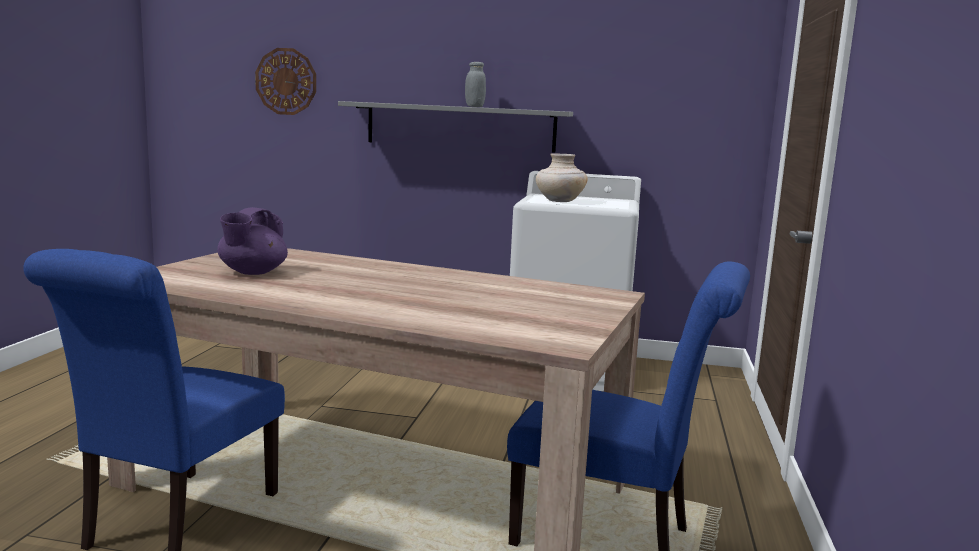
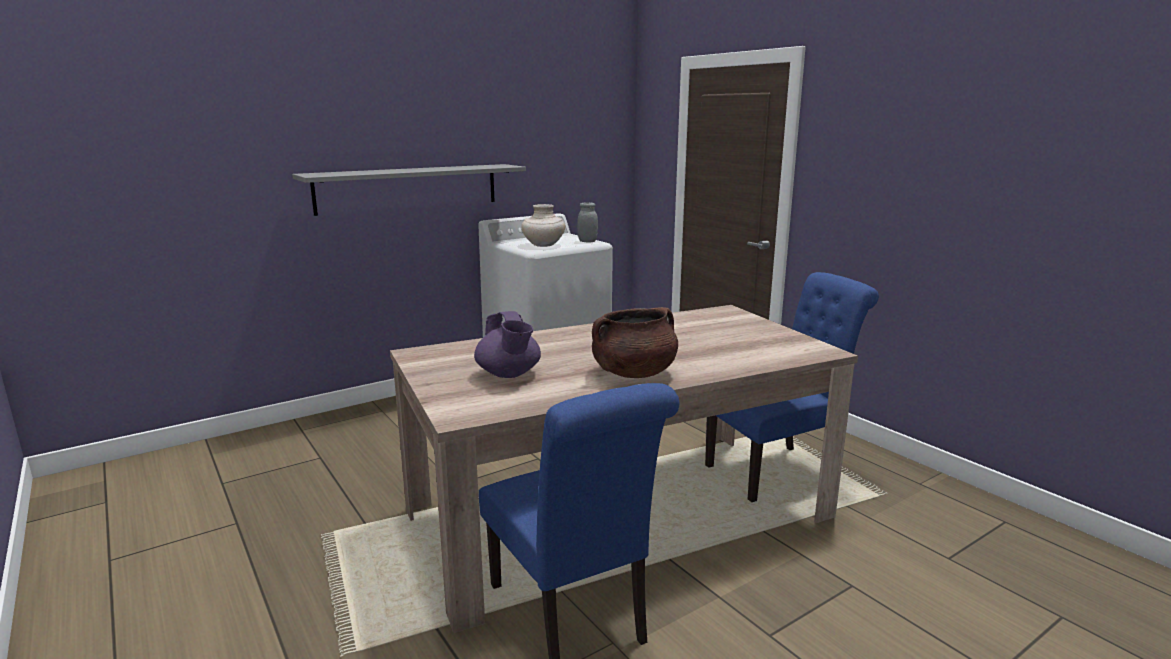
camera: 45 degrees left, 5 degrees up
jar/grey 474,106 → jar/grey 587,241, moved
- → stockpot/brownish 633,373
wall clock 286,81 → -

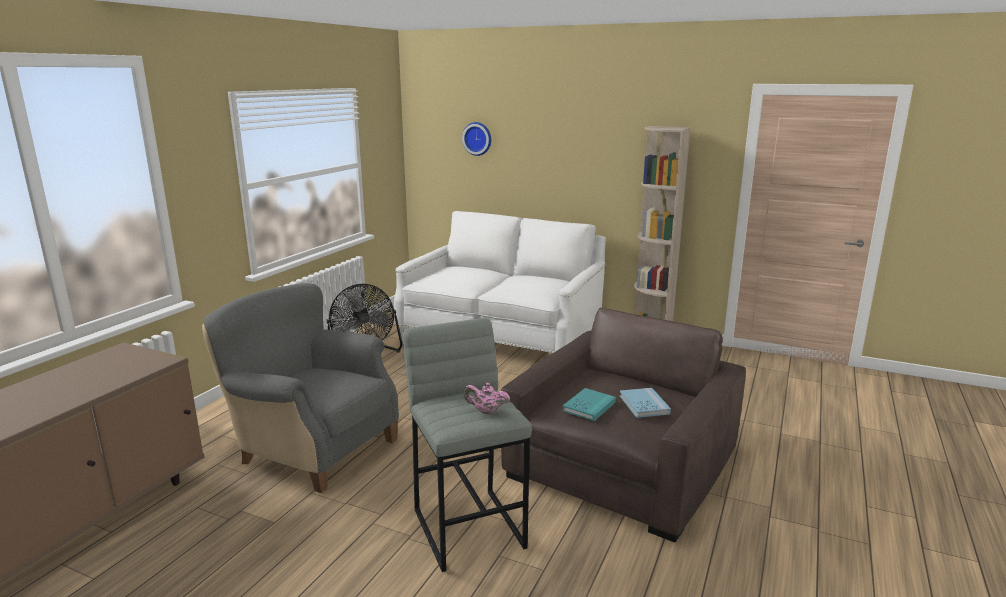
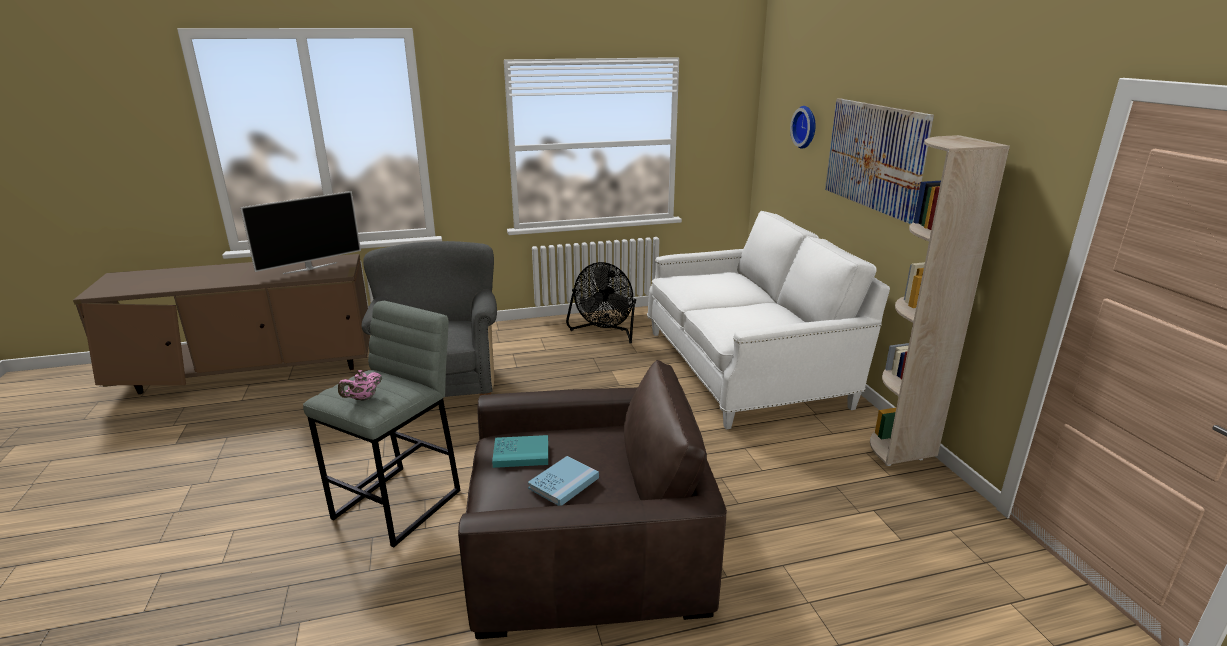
camera: 50 degrees right, 5 degrees up
- → television 310,268
tea pot/pink 486,412 → tea pot/pink 363,398, 105 degrees counterclockwise
- → wall picture 874,156

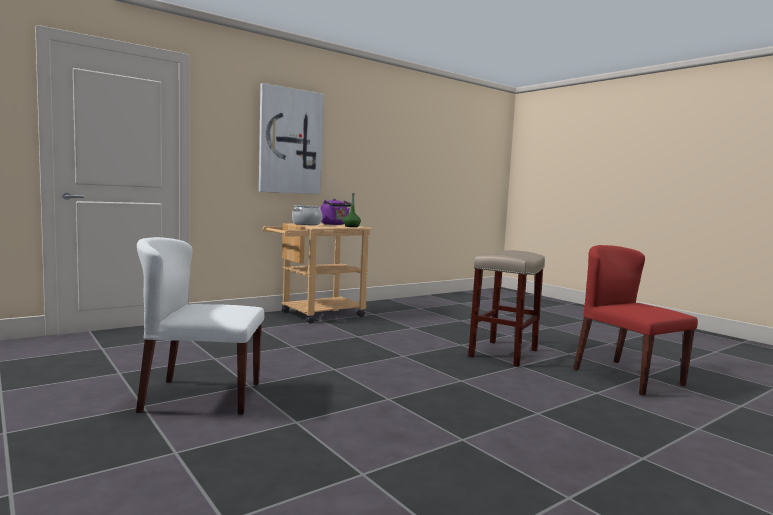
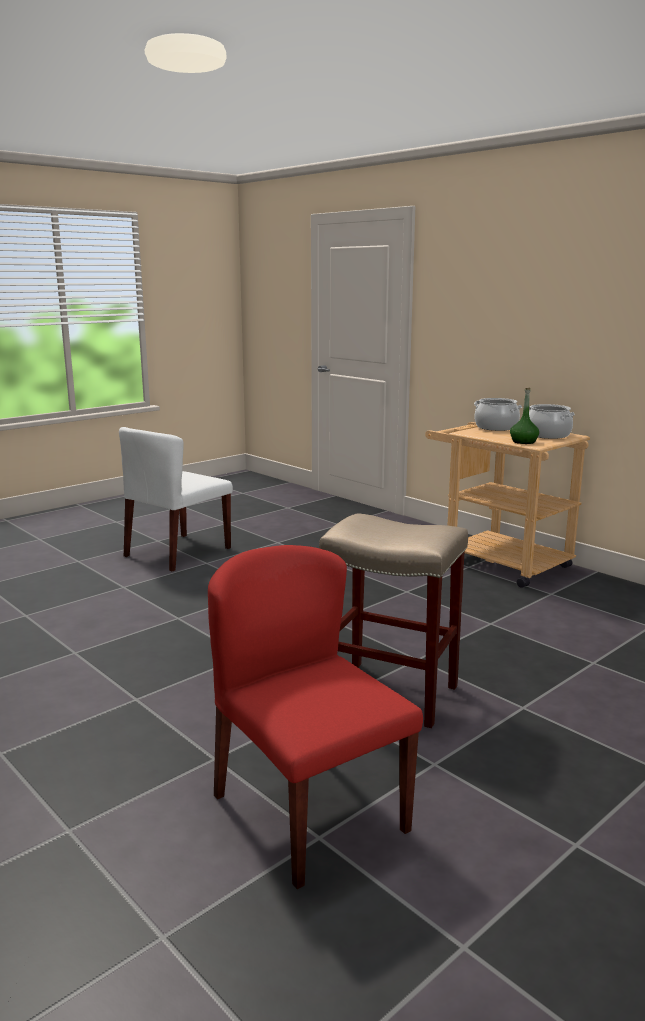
camera: 85 degrees right, 10 degrees up
chair/whitish 201,397 → chair/whitish 177,552, 135 degrees counterclockwise
chair/red 627,376 → chair/red 308,811, 90 degrees counterclockwise
kettle/purple-coloured 335,224 → stockpot 547,435
wall picture 290,141 → -

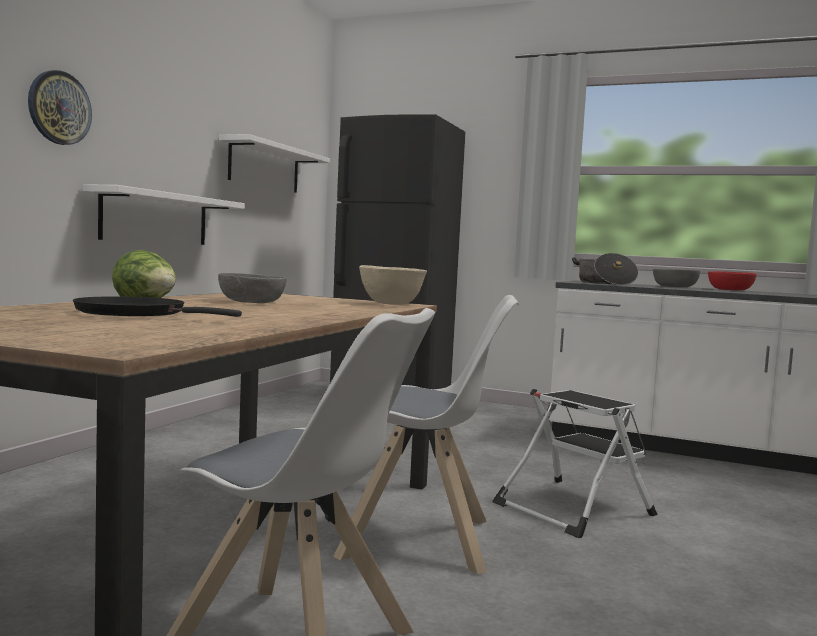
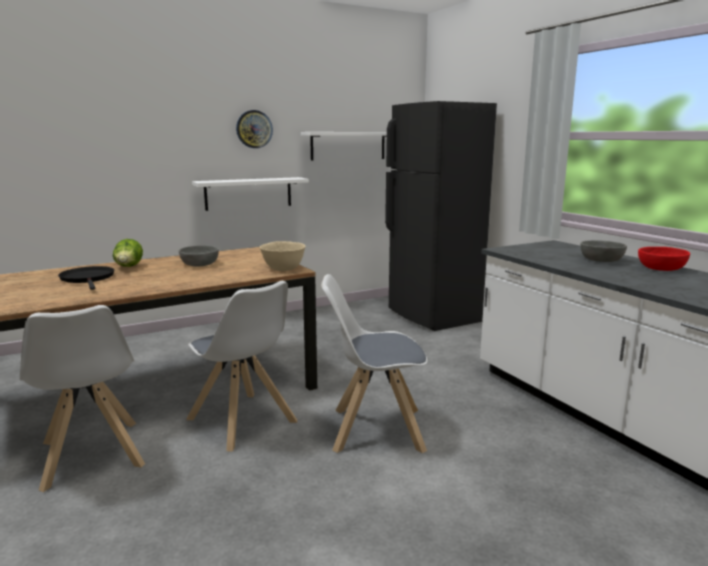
camera: 40 degrees right, 10 degrees up
wall clock 59,108 → wall clock 254,129, moved
step stool 573,506 → chair 374,429
stockpot 604,283 → -

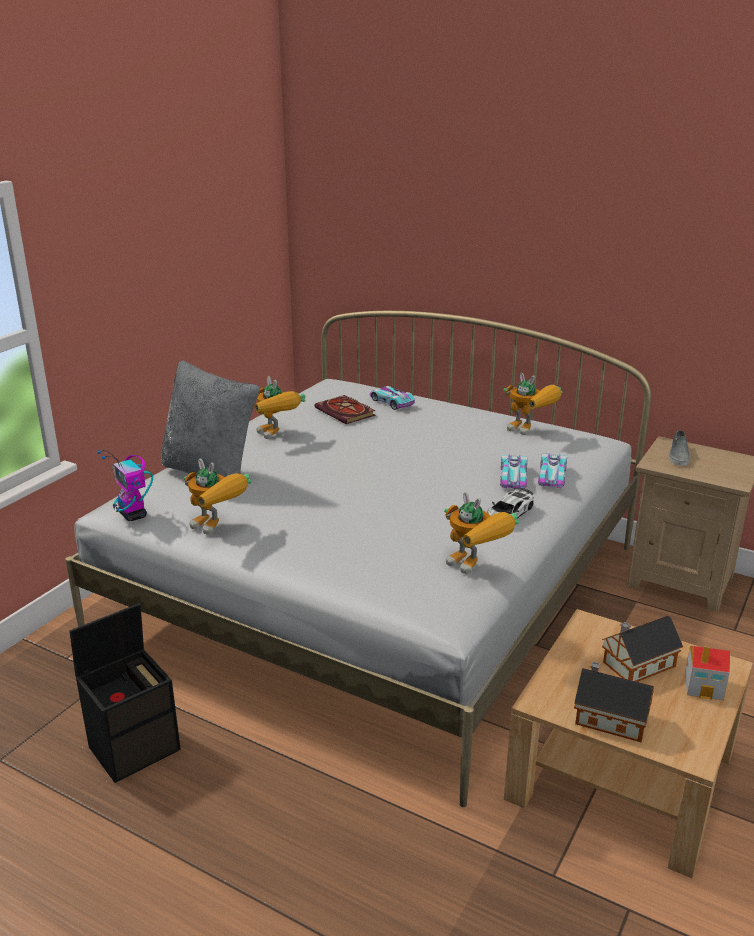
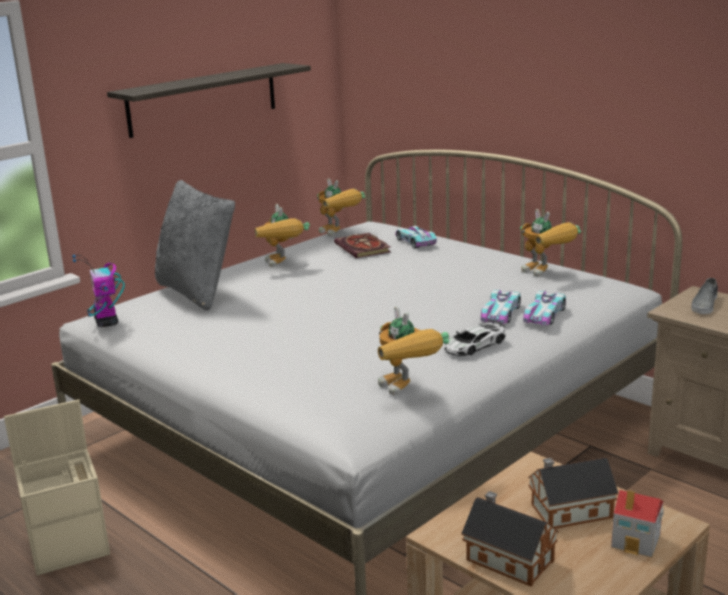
camera: 15 degrees right, 5 degrees down
storage bin/black 135,747 → storage bin/beige-coloured 70,546
- → bracket shelf 203,99
toy robot 218,528 → toy robot 339,233, moved

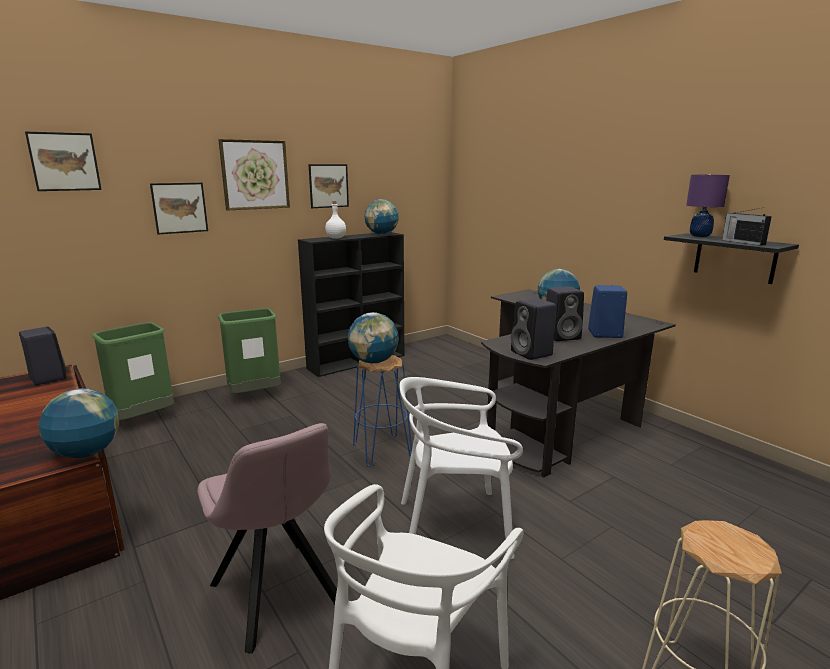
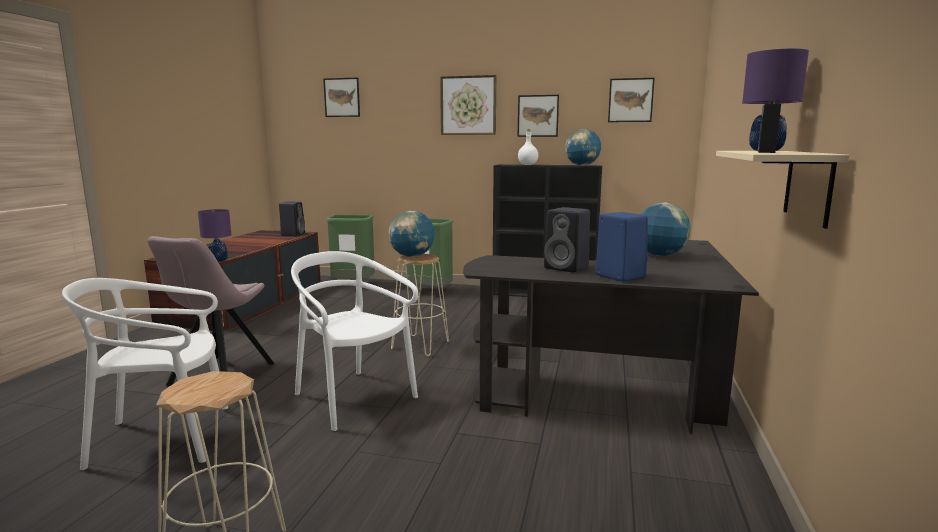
camera: 50 degrees right, 5 degrees down
desk globe 86,453 → lamp for a table/purple-coloured 219,260
sitting stool/bluish 382,450 → sitting stool/beige-coloured 420,345
wall picture 179,208 → wall picture 630,100, moved
bracket shelf/black 734,258 → bracket shelf/beige-coloured 808,186
speaker/black 532,354 → -

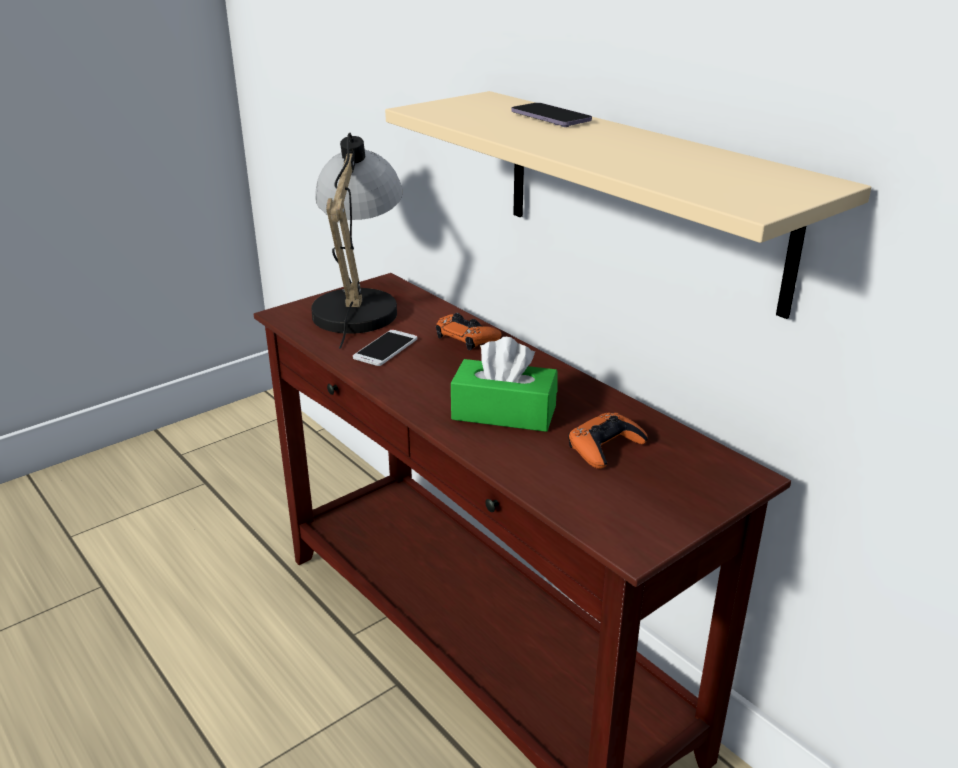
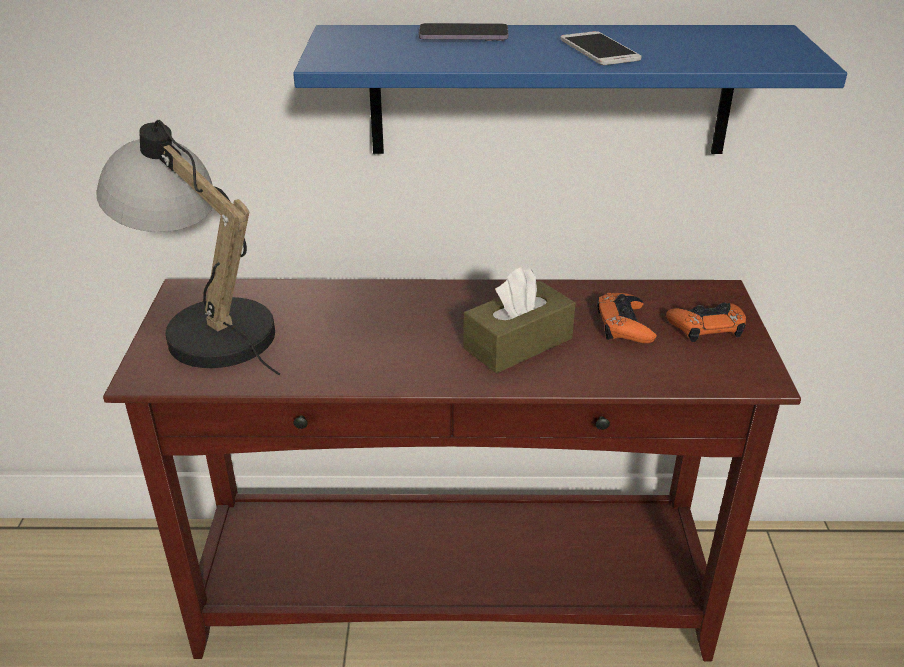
camera: 50 degrees left, 5 degrees up
bracket shelf/beige-coloured 640,196 → bracket shelf/bluish 550,91
box of tissues/green 504,413 → box of tissues/brownish 518,343
telephone 385,348 → telephone 599,49, moved
gamepad/orange 466,337 → gamepad/orange 706,327, moved

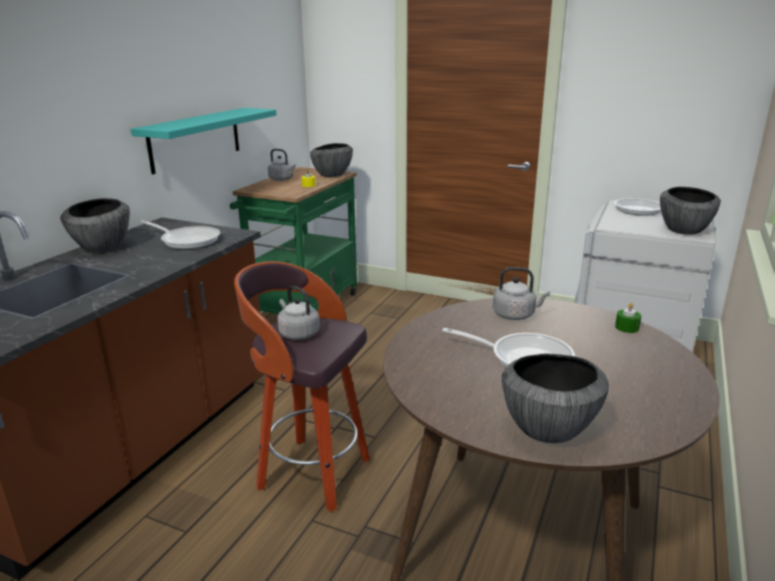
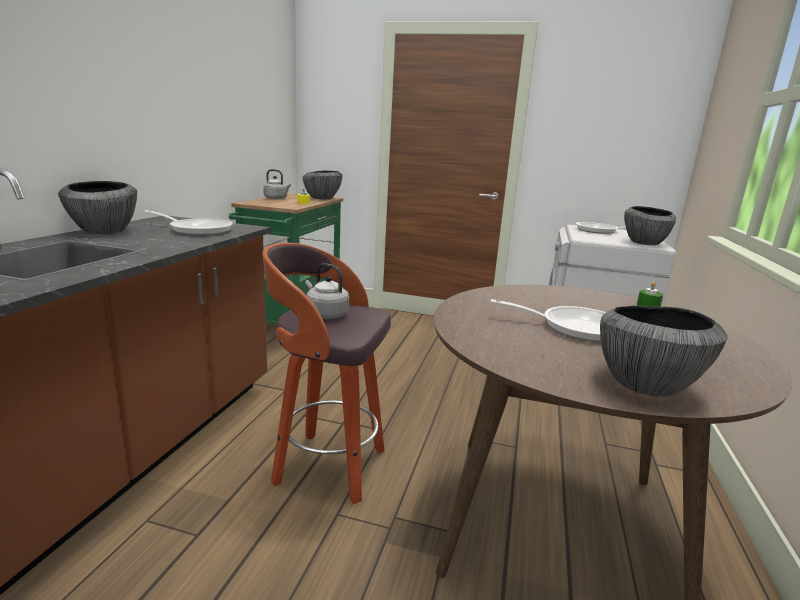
camera: 10 degrees left, 5 degrees down
bracket shelf/turquoise-coloured 195,139 → -
kettle/grey 516,315 → -

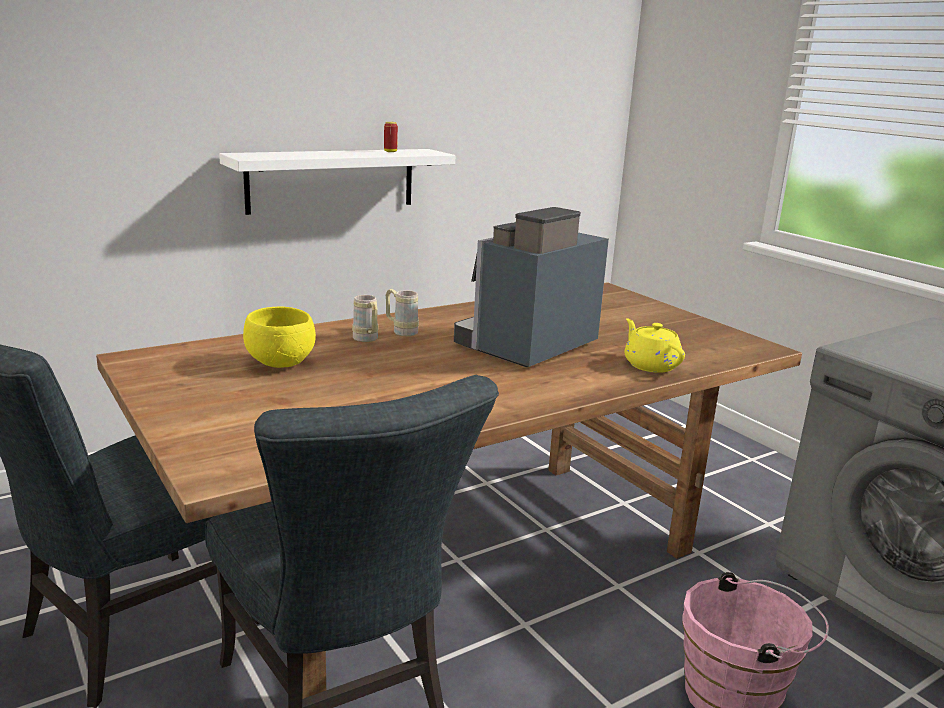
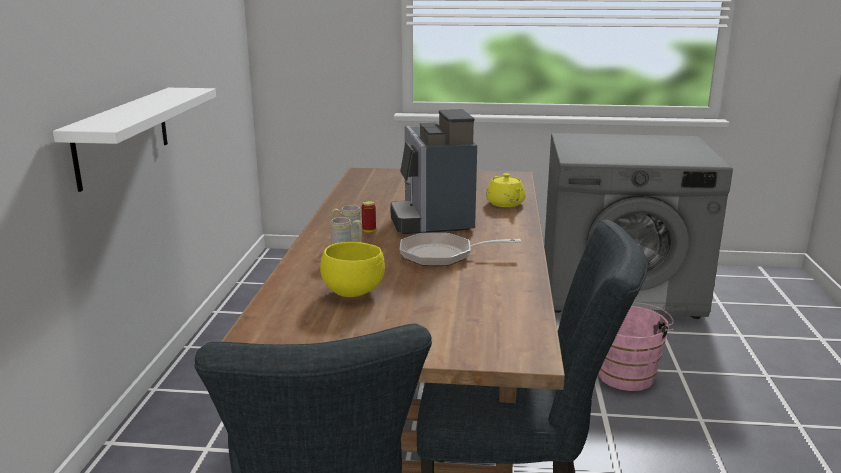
camera: 50 degrees left, 0 degrees up
metal can 390,151 → metal can 369,231, moved
- → pan 443,255
tea pot/yellowish 650,365 → tea pot/yellowish 505,204, 120 degrees counterclockwise

